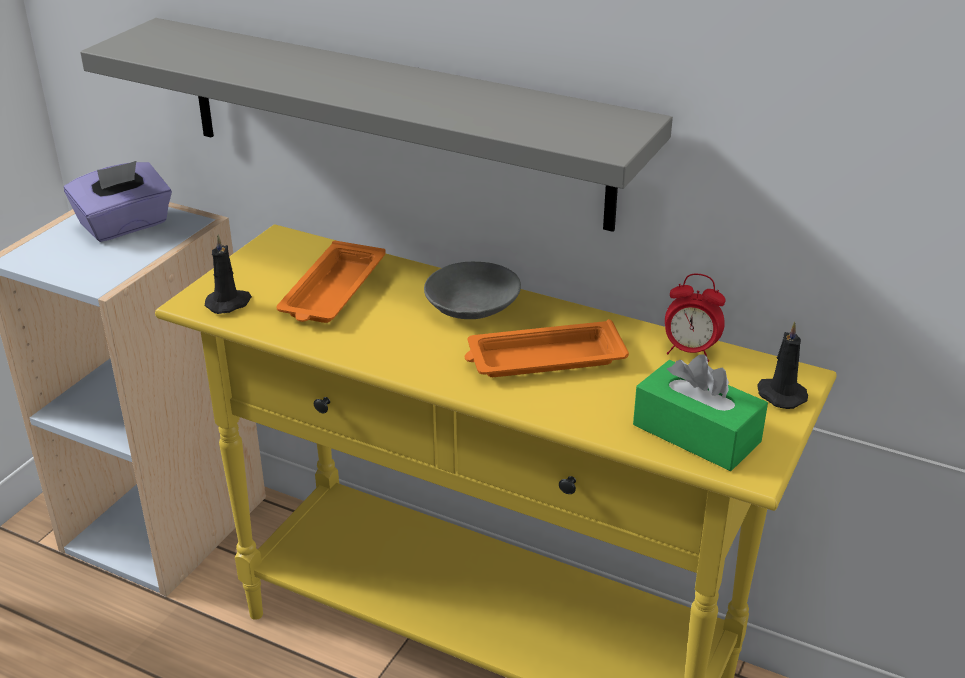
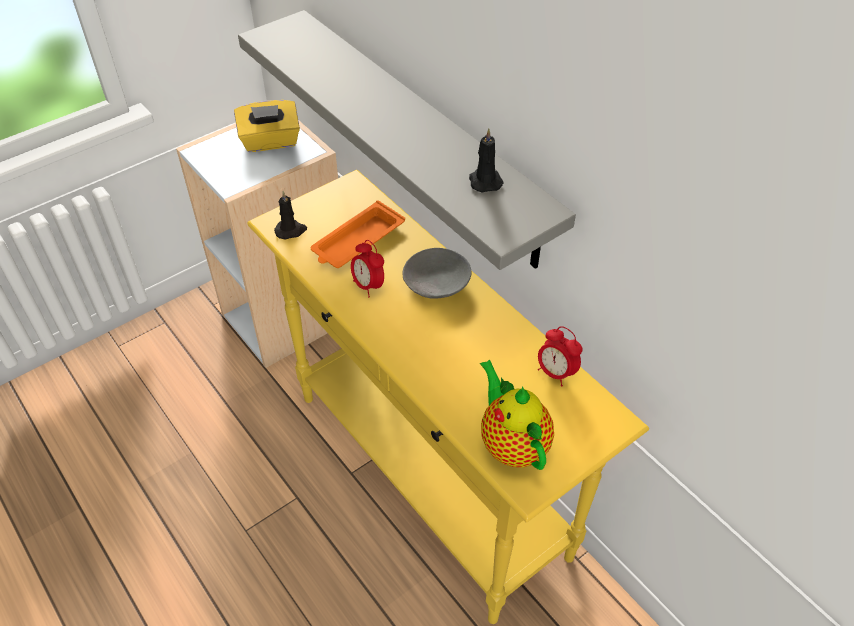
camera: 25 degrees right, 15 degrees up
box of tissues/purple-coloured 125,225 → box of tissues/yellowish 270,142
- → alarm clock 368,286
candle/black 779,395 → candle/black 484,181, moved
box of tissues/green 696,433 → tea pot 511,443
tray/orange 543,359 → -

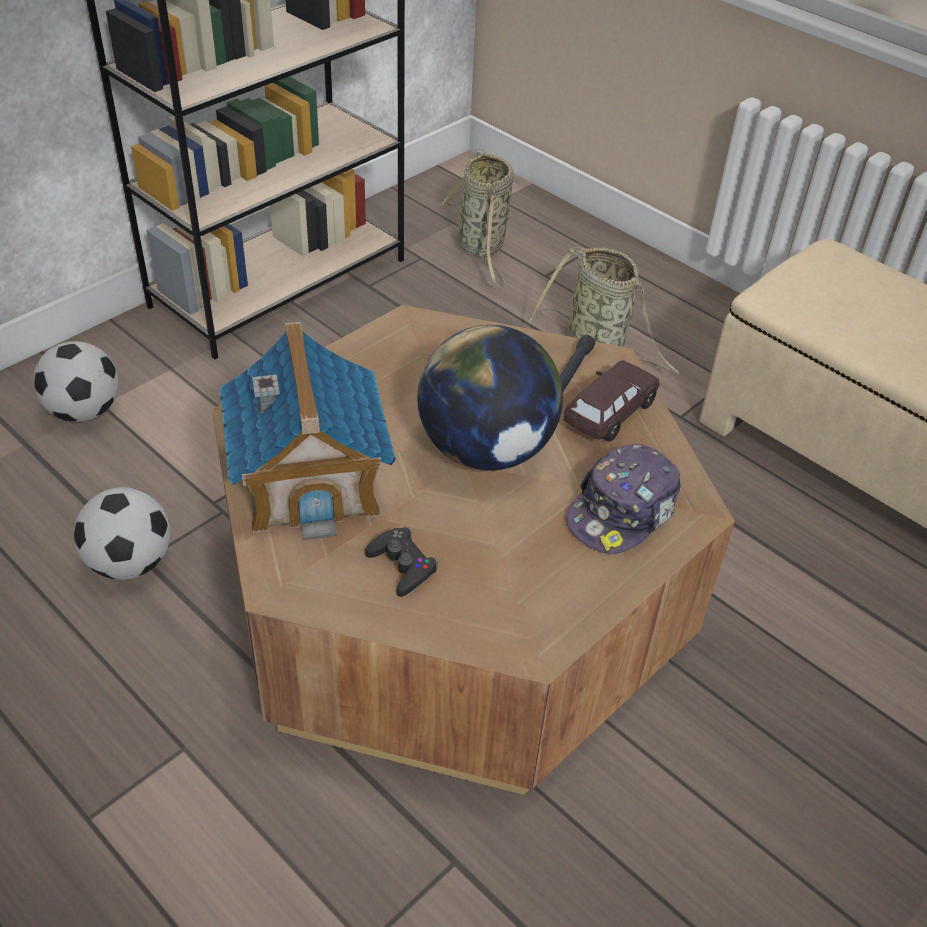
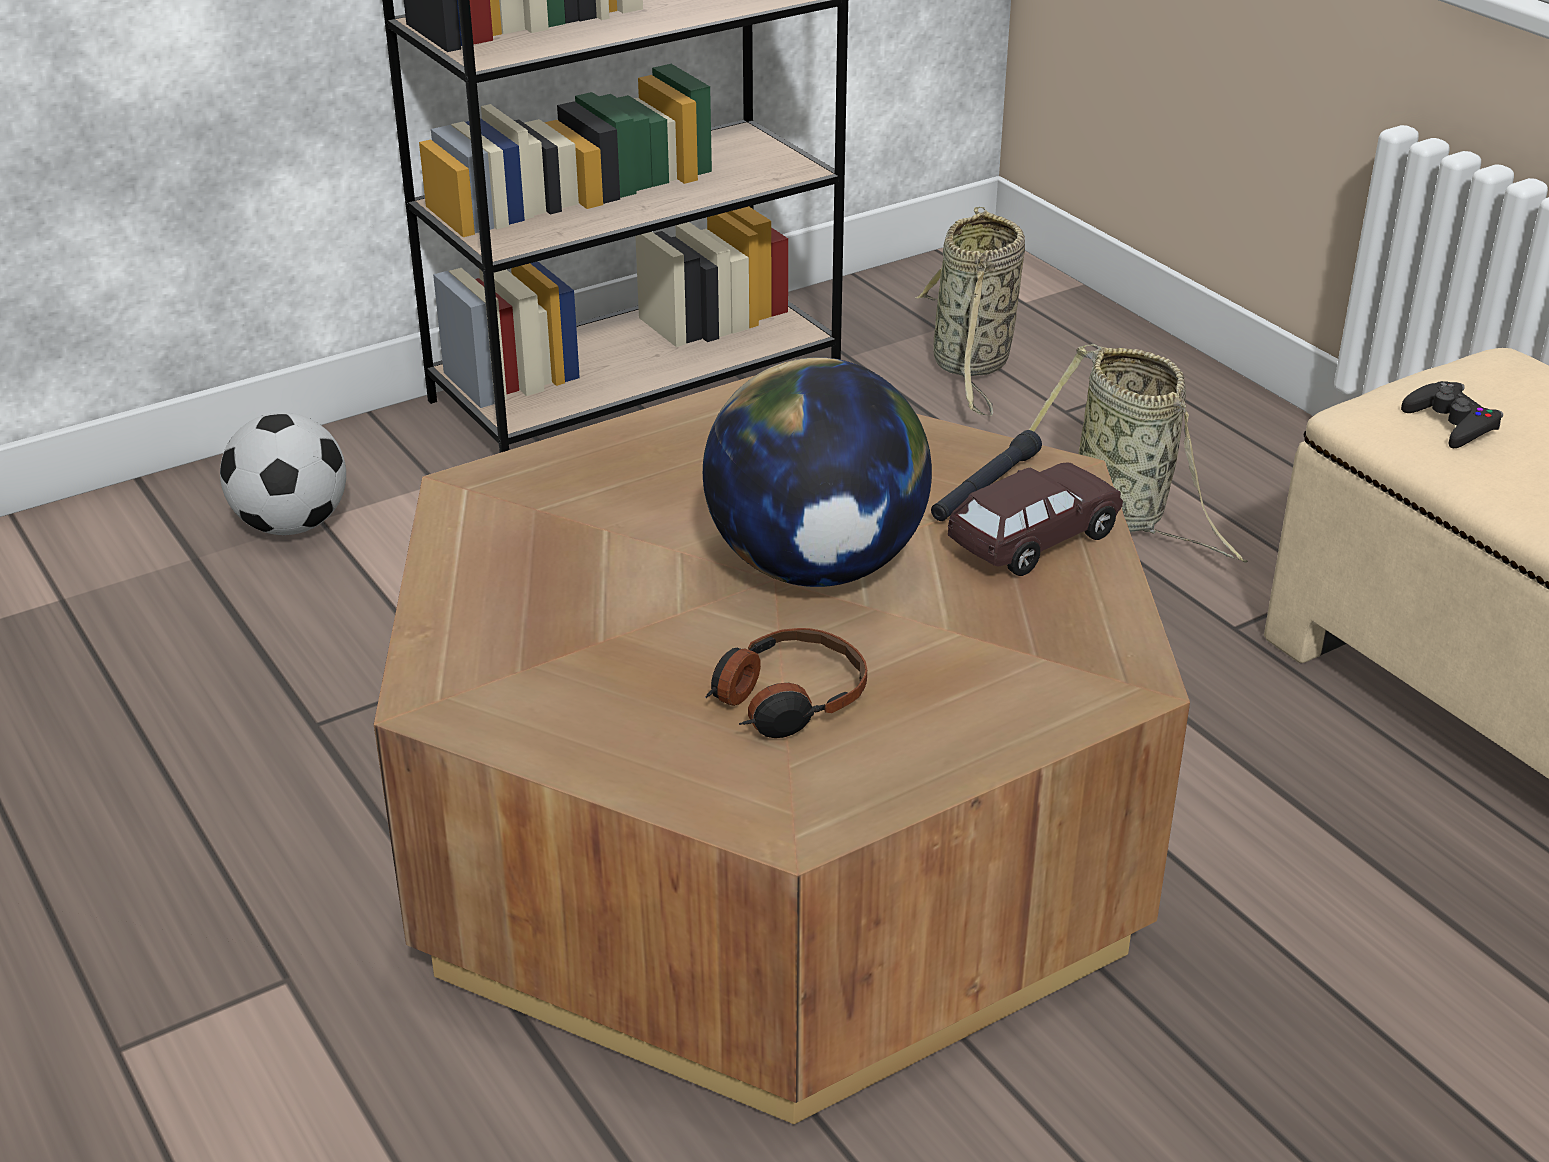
camera: 15 degrees right, 10 degrees down
- → pair of headphones 786,700
gamepad/black 402,565 → gamepad/black 1451,423, moved
ball for football 130,563 → -
toy house 310,479 → -
baseball cap 622,512 → -

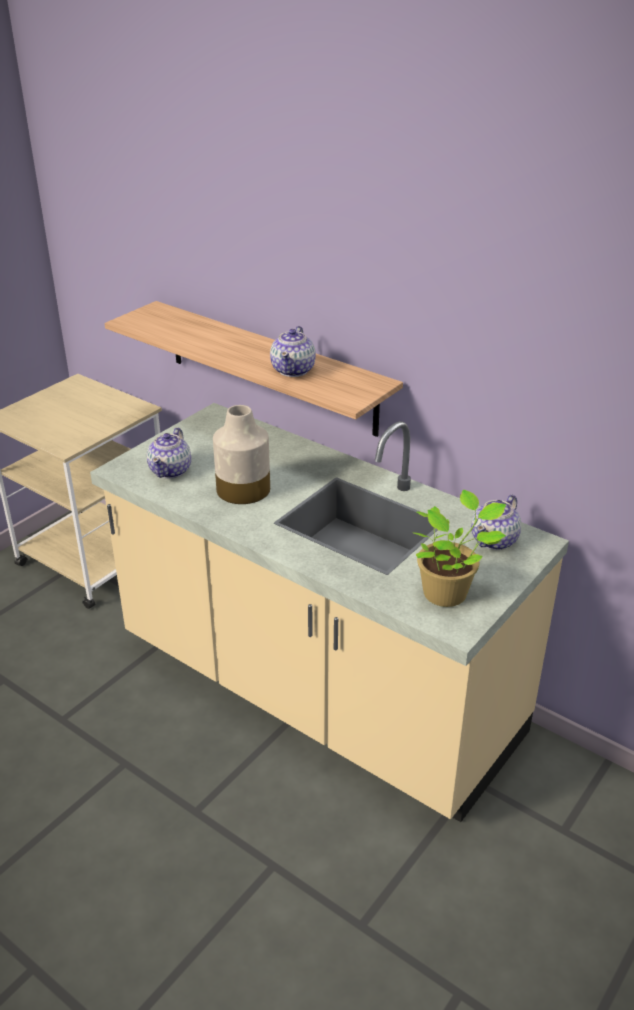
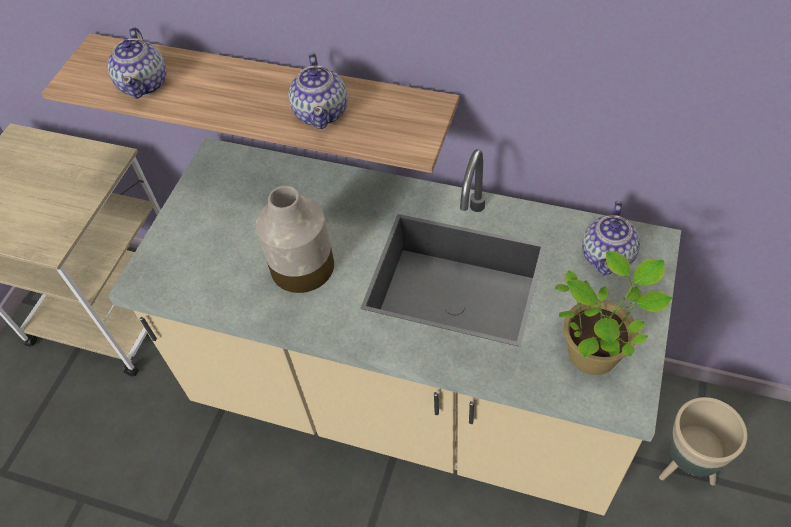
camera: 15 degrees left, 20 degrees up
tea pot 171,470 → tea pot 144,83, moved
- → planter/beige-coloured 686,466

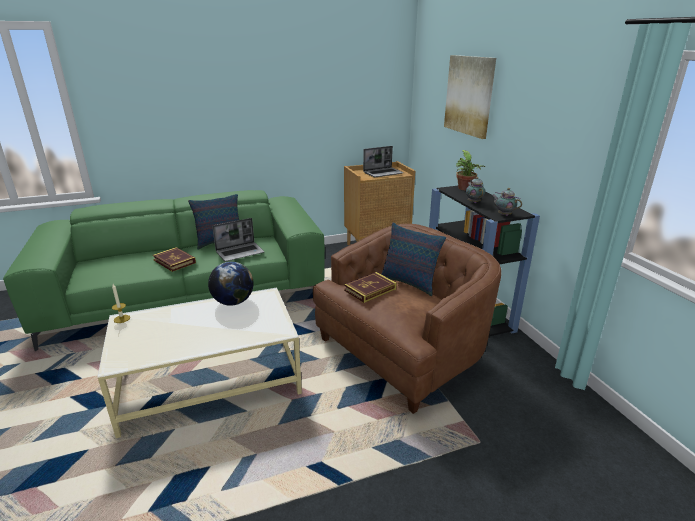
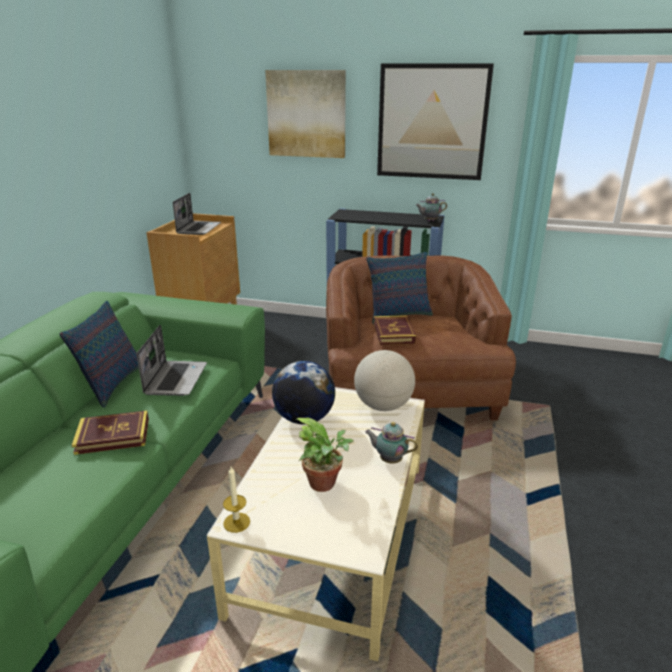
camera: 55 degrees left, 0 degrees up
potted plant 465,189 → potted plant 325,484, moved
- → desk globe 383,406
tea pot 473,202 → tea pot 389,459, moved
- → wall picture 432,122

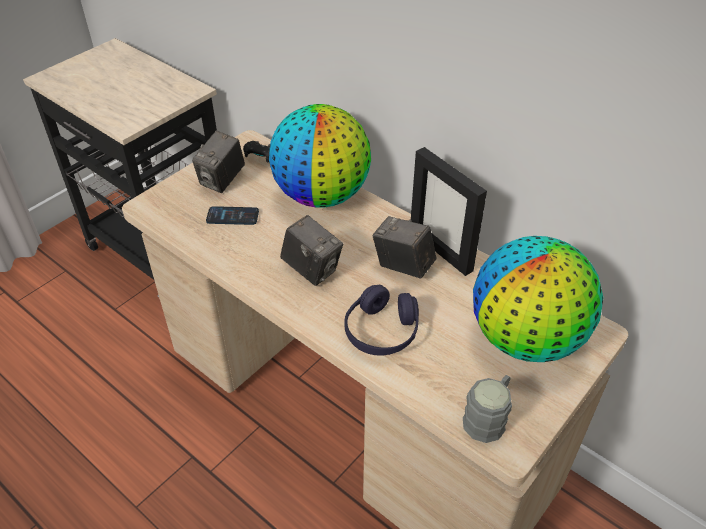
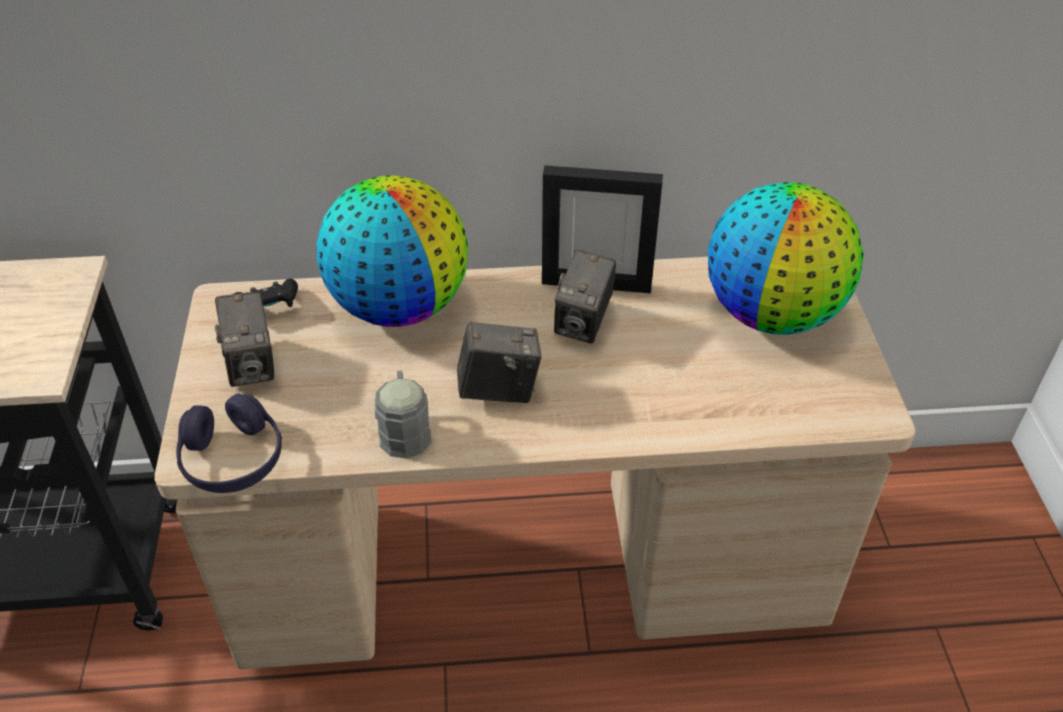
camera: 45 degrees left, 0 degrees up
pair of headphones/purple-coloured 381,331 → pair of headphones/purple-coloured 233,459, moved
coffee mug/grey 488,417 → coffee mug/grey 405,429, moved
still camera 403,266 → still camera 583,323, 60 degrees counterclockwise
telephone 232,216 → -

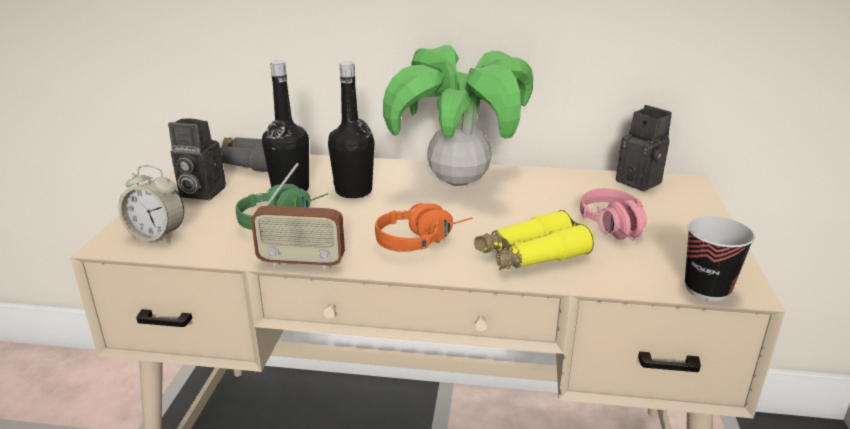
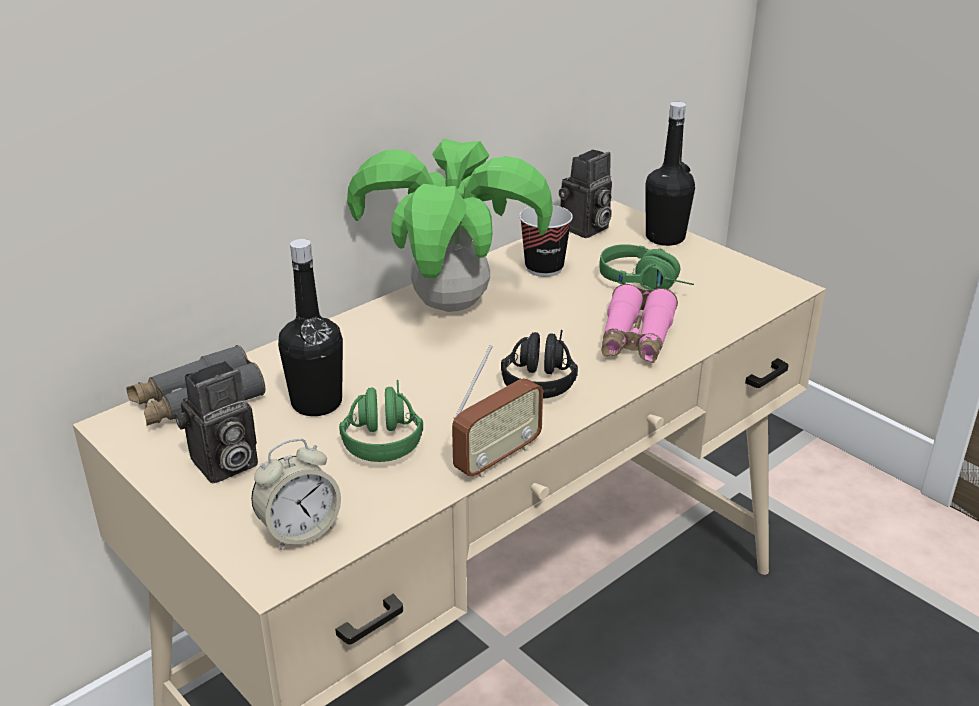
camera: 50 degrees left, 5 degrees up
pair of headphones/orange 423,240 → pair of headphones/black 540,375
drinking cup 707,289 → drinking cup 544,268, moved
still camera 642,182 → still camera 585,229, 135 degrees clockwise
pair of headphones/pink 617,230 → pair of headphones/green 647,283
pair of binoculars/yellowish 531,255 → pair of binoculars/pink 636,338
drink bottle/black 353,191 → drink bottle/black 665,238, moved

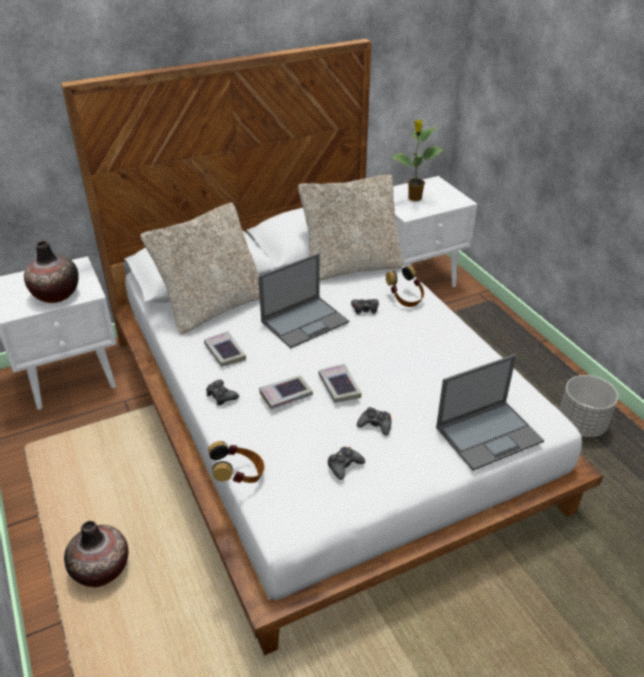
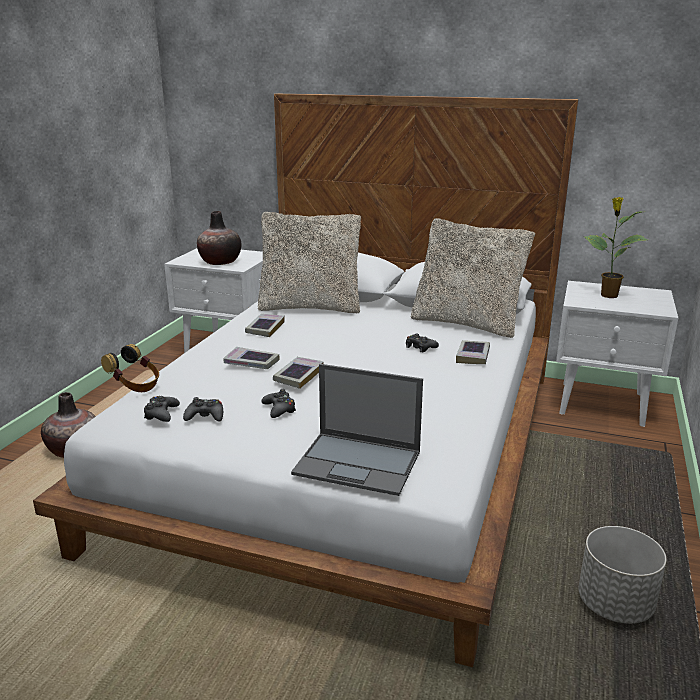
camera: 45 degrees right, 15 degrees down
gamepad/black 221,396 → gamepad/black 161,414, moved
pair of headphones 405,298 → volume 473,356
portable computer 305,321 → -

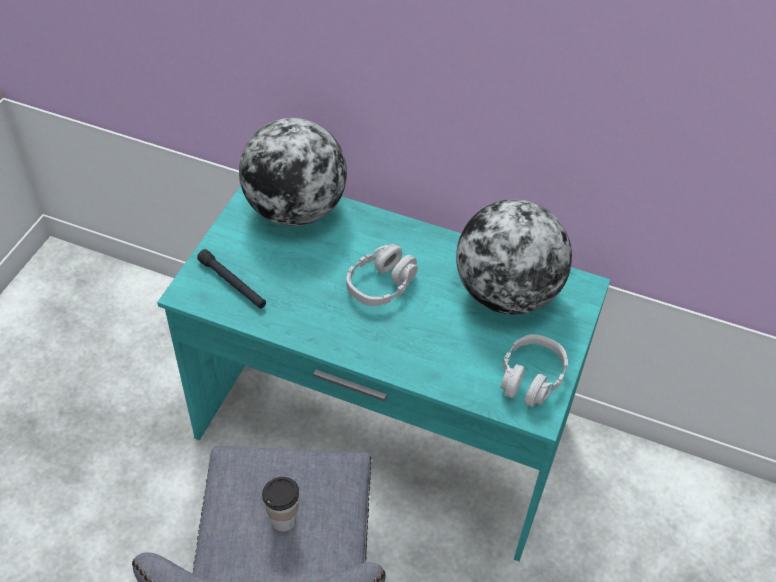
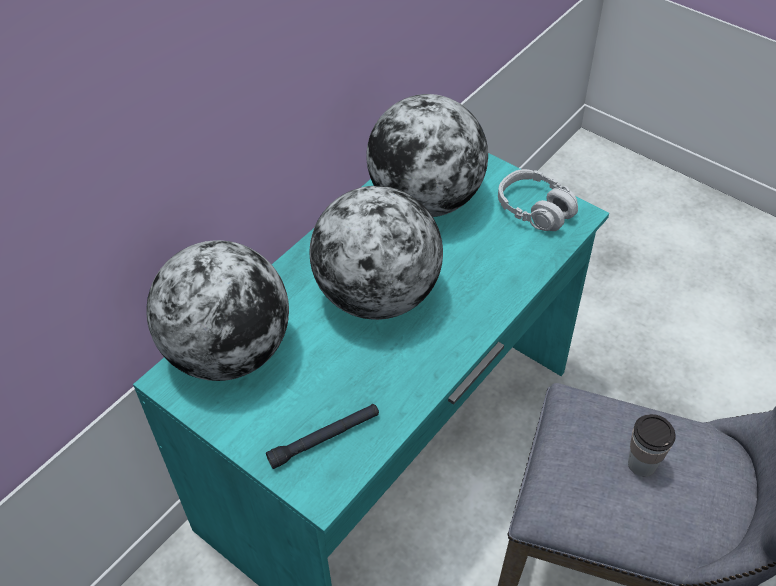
camera: 70 degrees left, 0 degrees up
pair of headphones/grey 381,284 → desk globe 378,295

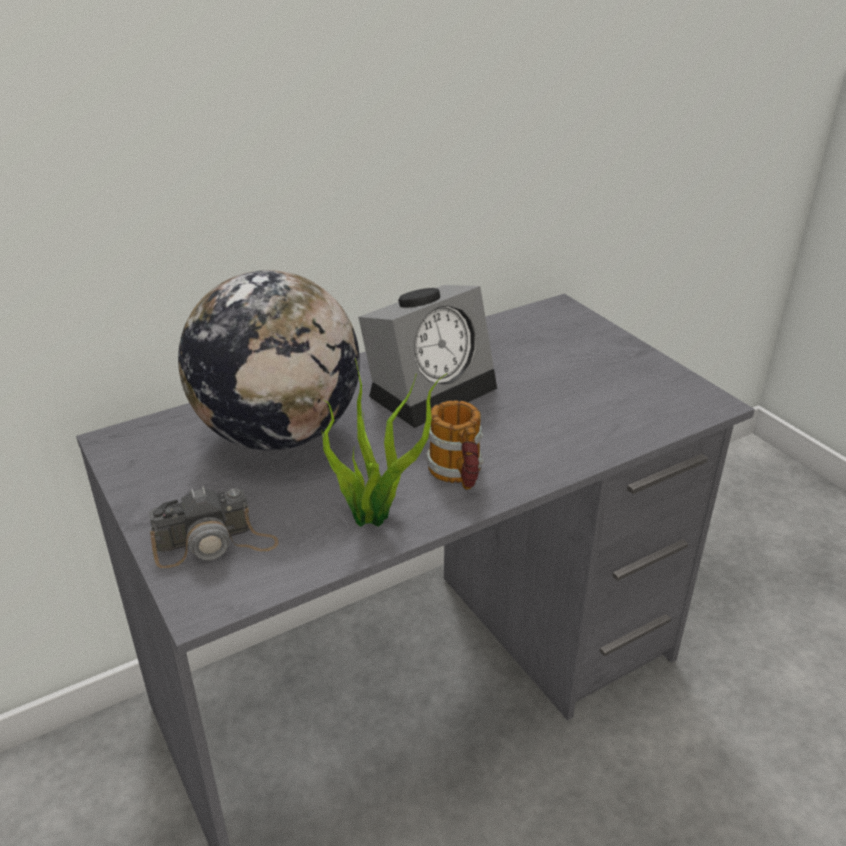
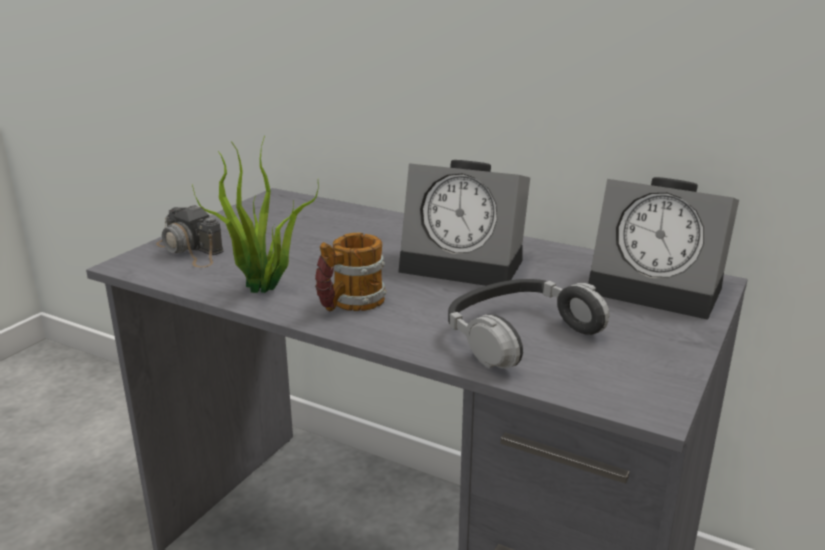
camera: 60 degrees right, 10 degrees down
- → pair of headphones 519,334
- → alarm clock 660,289
desk globe 279,434 → -

